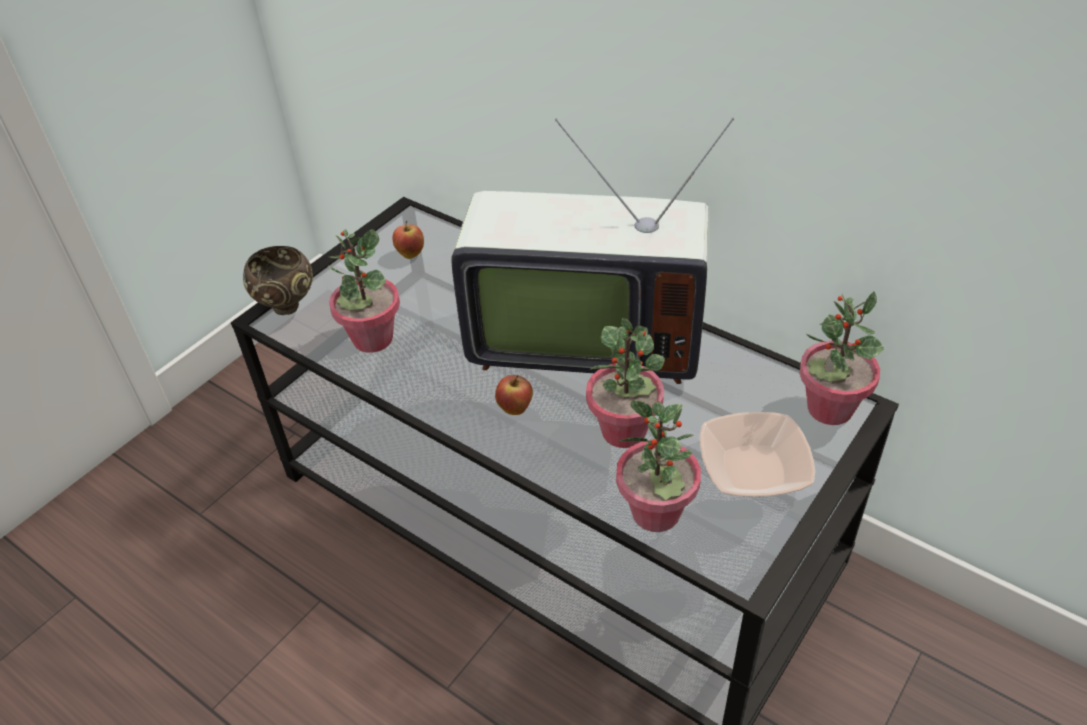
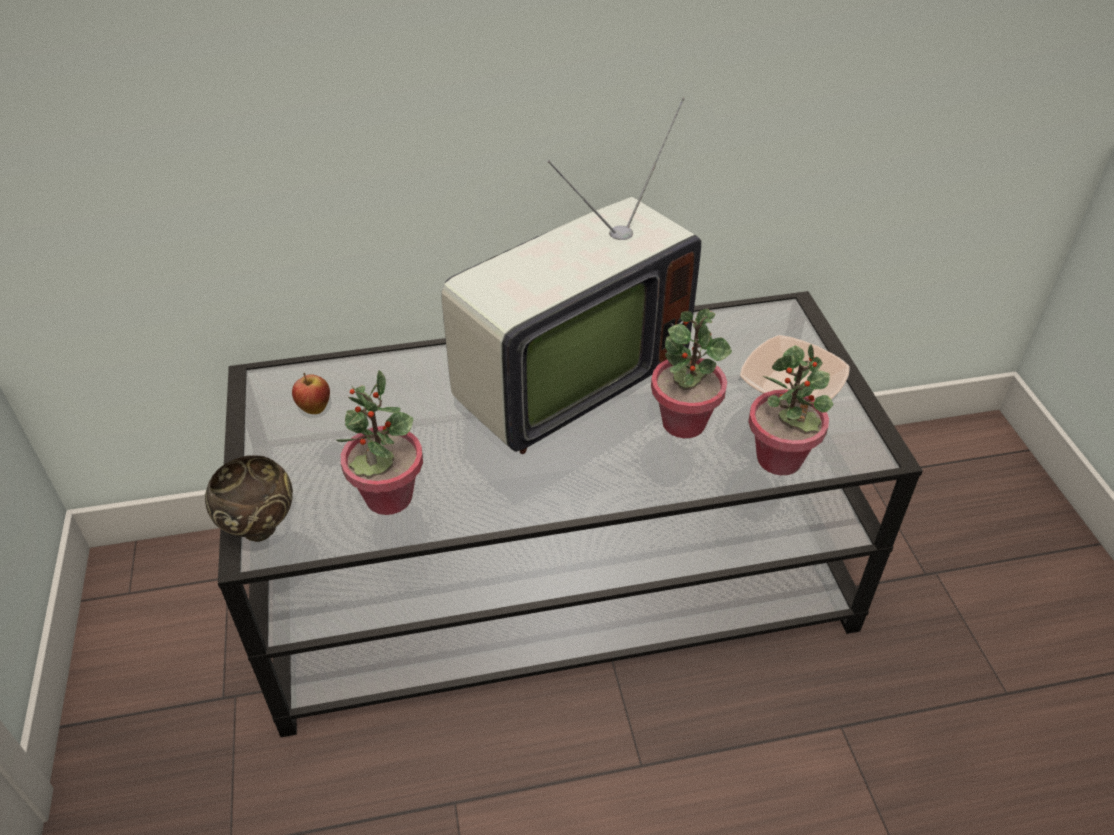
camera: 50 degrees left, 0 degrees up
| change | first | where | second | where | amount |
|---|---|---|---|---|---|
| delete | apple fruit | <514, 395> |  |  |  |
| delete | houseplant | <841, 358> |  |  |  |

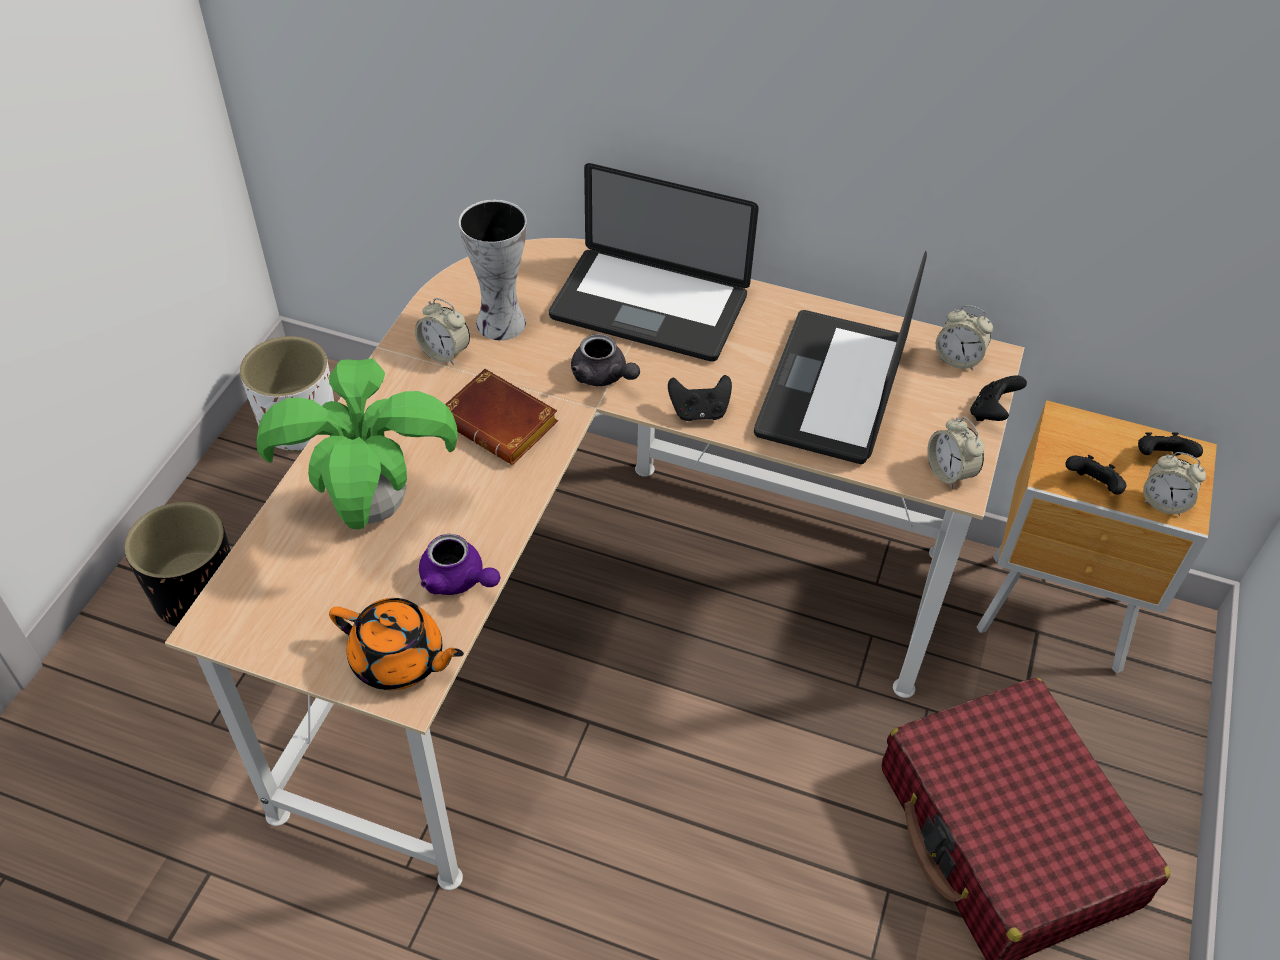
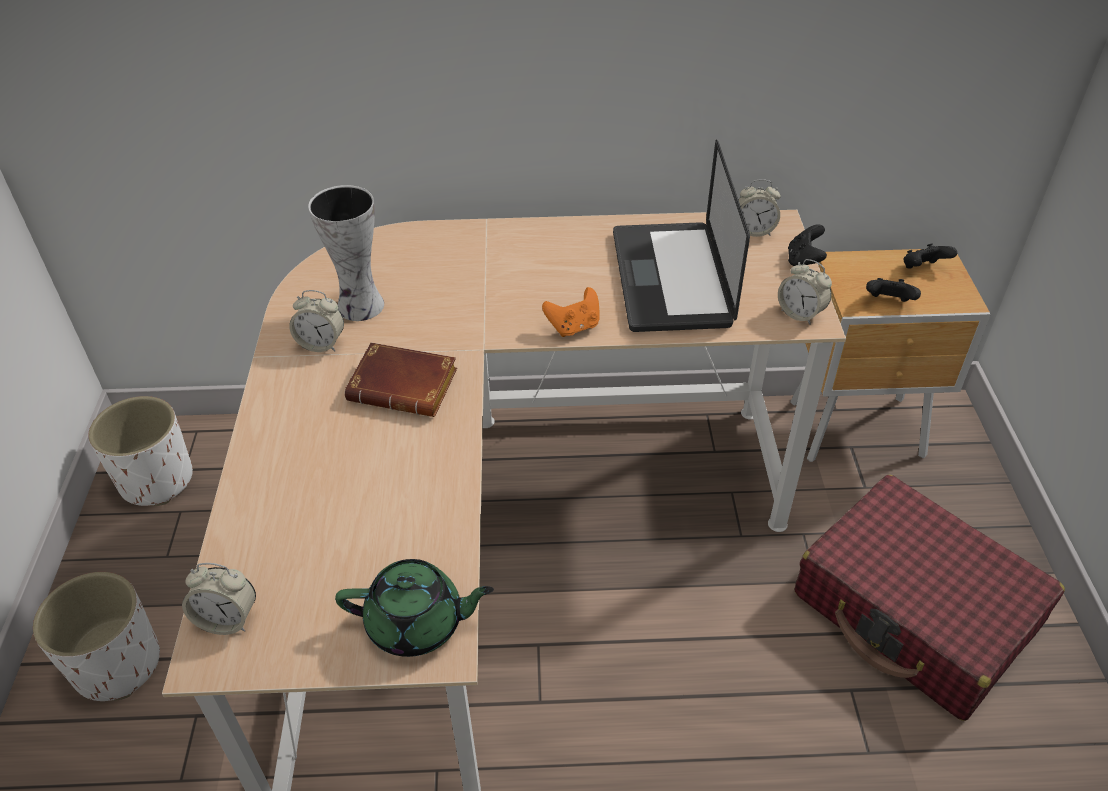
camera: 20 degrees left, 5 degrees down
| change | first | where | second | where | amount |
|---|---|---|---|---|---|
| delete | houseplant | <357, 443> |  |  |  |
| delete | purple tea pot | <459, 564> |  |  |  |
| delete | portable computer | <654, 262> |  |  |  |
| delete | greyish tea pot | <605, 360> |  |  |  |
| move | alarm clock | <1174, 484> |  | <219, 599> |  |
| recolor | black-coloured planter | <177, 564> | white planter | <96, 636> |  |
| recolor | orange-coloured tea pot | <396, 644> | greenish tea pot | <414, 608> |  |
| recolor | black-coloured game controller | <700, 398> | orange-coloured game controller | <571, 312> |  |

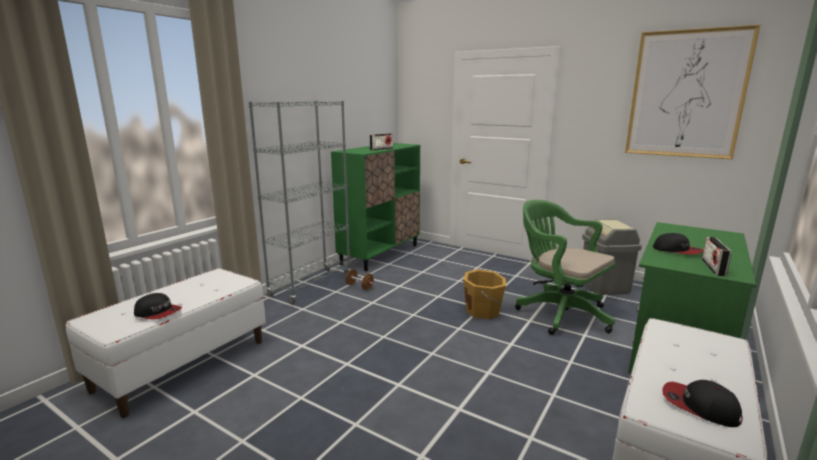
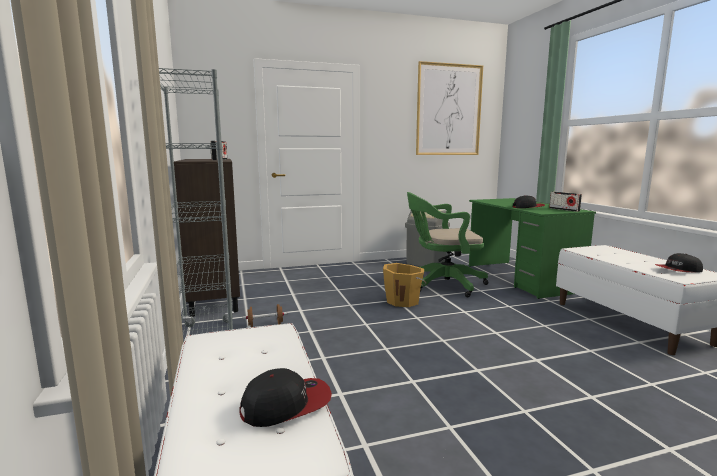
camera: 50 degrees left, 5 degrees down
| change | first | where | second | where | amount |
|---|---|---|---|---|---|
| recolor | greenish cabinet | <375, 207> | brownish cabinet | <207, 238> |  |

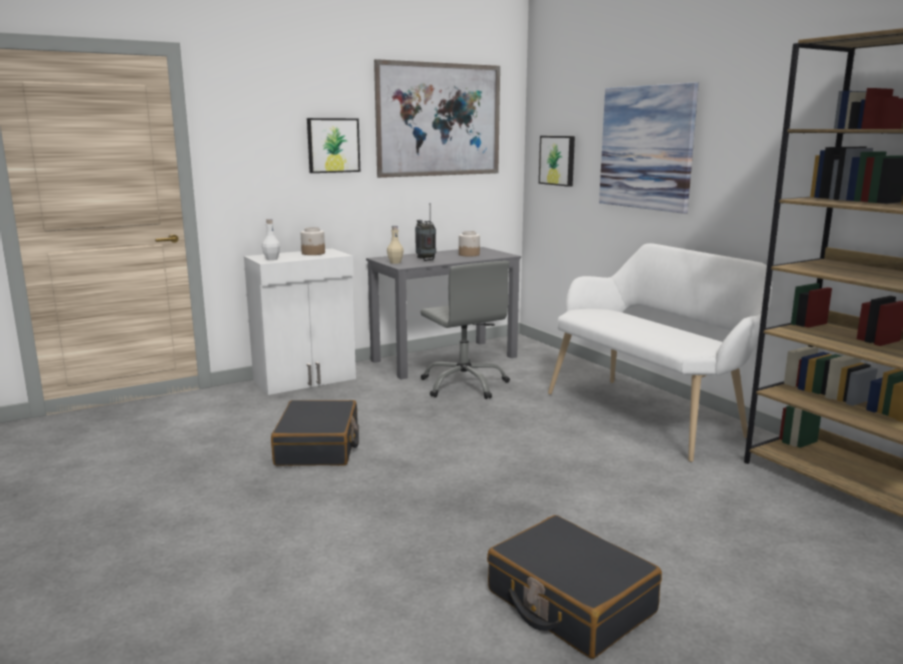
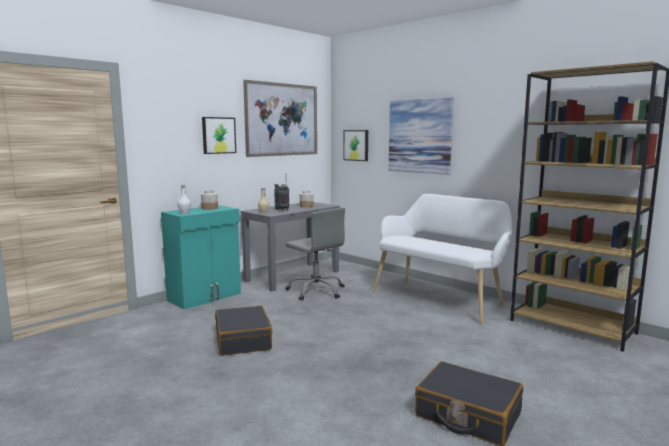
camera: 15 degrees left, 5 degrees down
| change | first | where | second | where | amount |
|---|---|---|---|---|---|
| recolor | white cabinet | <300, 322> | blue-green cabinet | <201, 257> |  |

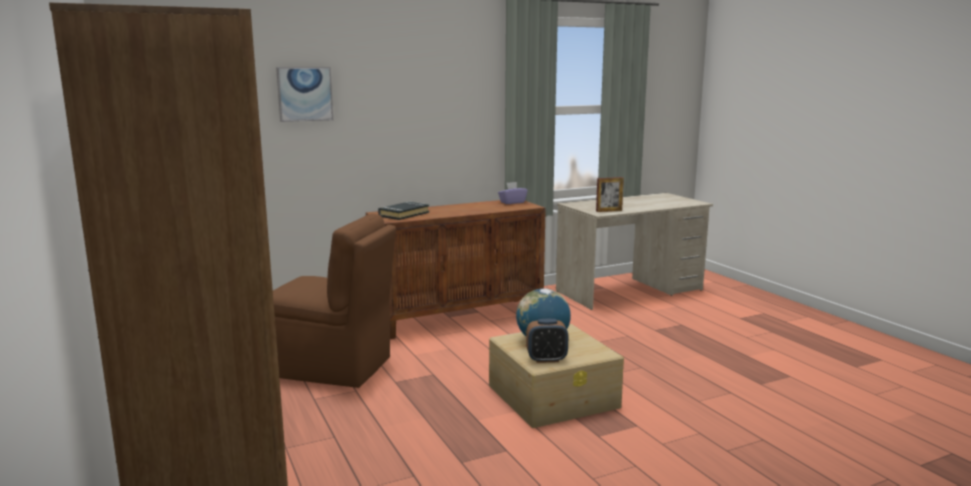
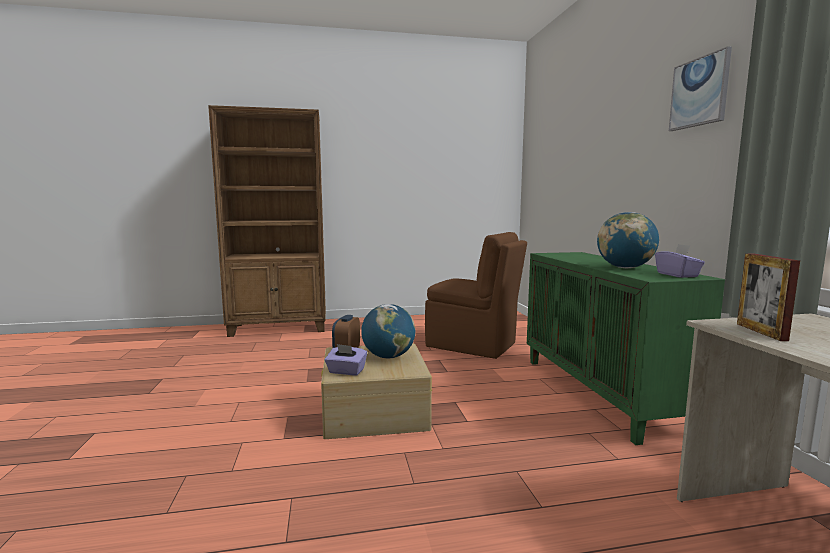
camera: 105 degrees right, 5 degrees down
| change | first | where | second | where | amount |
|---|---|---|---|---|---|
| delete | black-coloured bound book | <403, 210> |  |  |  |
| insert |  |  | purple tissue box | <346, 359> |  |
| insert |  |  | globe | <628, 240> |  |
| move | wall picture | <304, 94> |  | <700, 88> |  |
| recolor | brownish cabinet | <456, 269> | greenish cabinet | <626, 348> |  |
| rotate | brownish upright chair | <334, 301> |  | <476, 295> | 90 degrees counterclockwise |

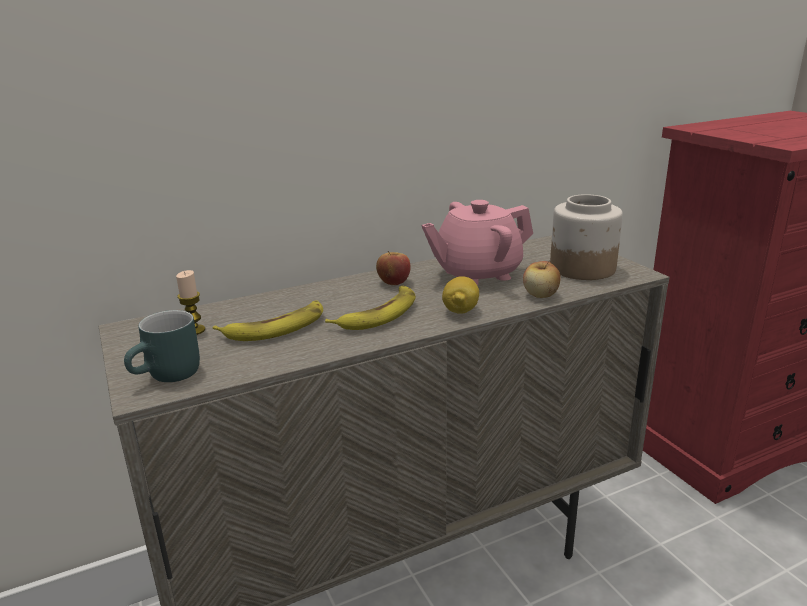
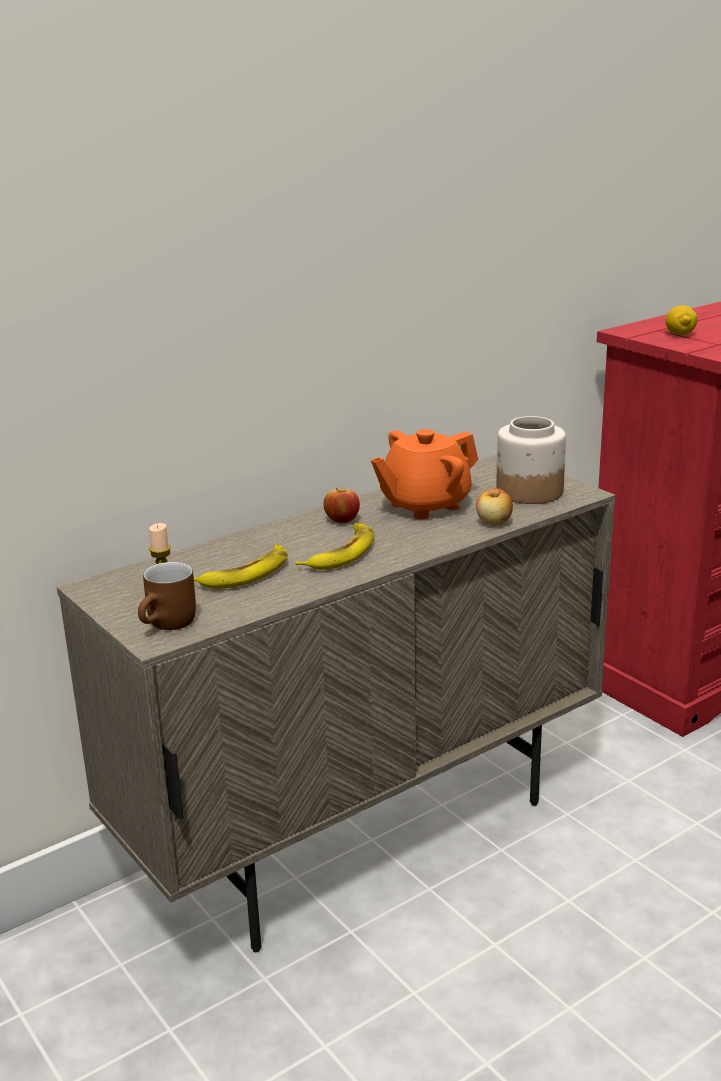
camera: 10 degrees left, 0 degrees up
| change | first | where | second | where | amount |
|---|---|---|---|---|---|
| move | citrus fruit | <460, 295> |  | <681, 320> |  |
| recolor | blue-green coffee mug | <162, 346> | brownish coffee mug | <167, 596> |  |
| recolor | pinkish tea pot | <477, 243> | orange-coloured tea pot | <424, 474> |  |

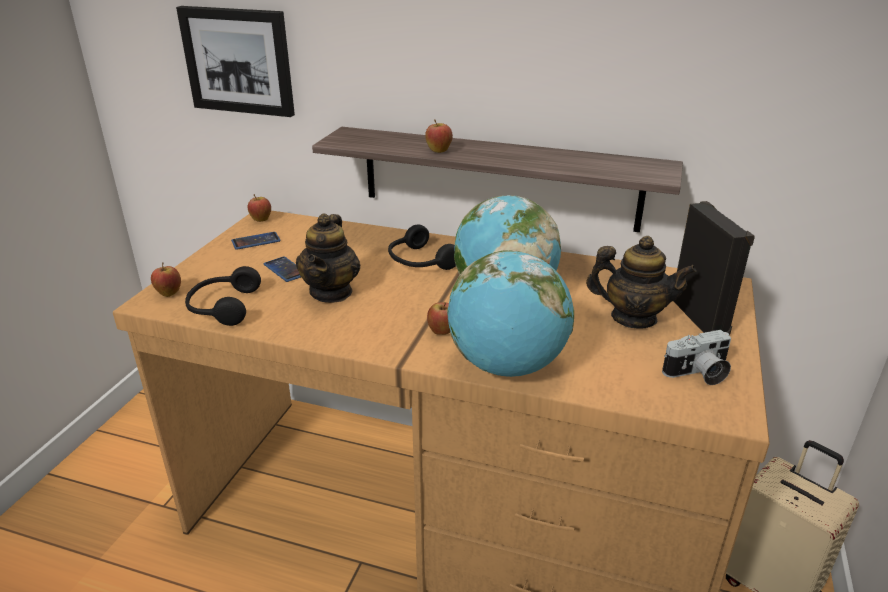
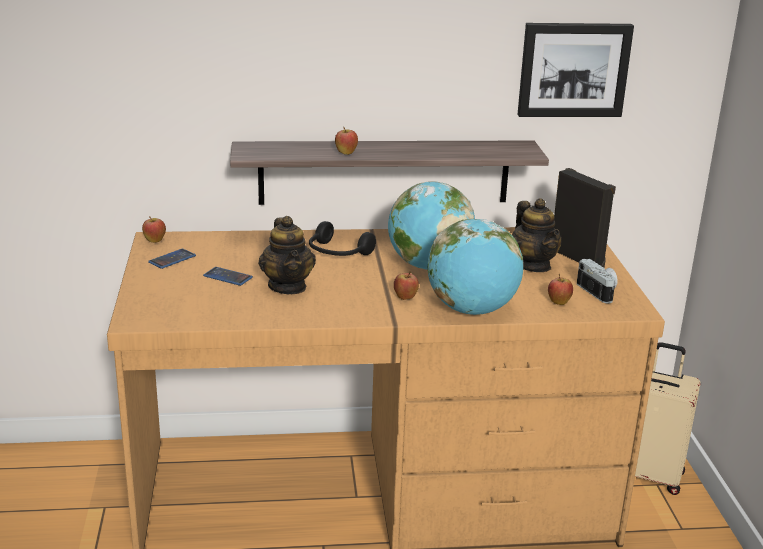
camera: 25 degrees left, 5 degrees down
| change | first | where | second | where | amount |
|---|---|---|---|---|---|
| delete | black-coloured headset | <223, 296> |  |  |  |
| move | apple fruit | <166, 279> |  | <560, 289> |  |
| move | wall picture | <235, 61> |  | <575, 70> |  |
| rotate | tea pot | <641, 282> |  | <537, 235> | 75 degrees clockwise |
| rotate | photo camera | <696, 357> |  | <597, 281> | 75 degrees counterclockwise |

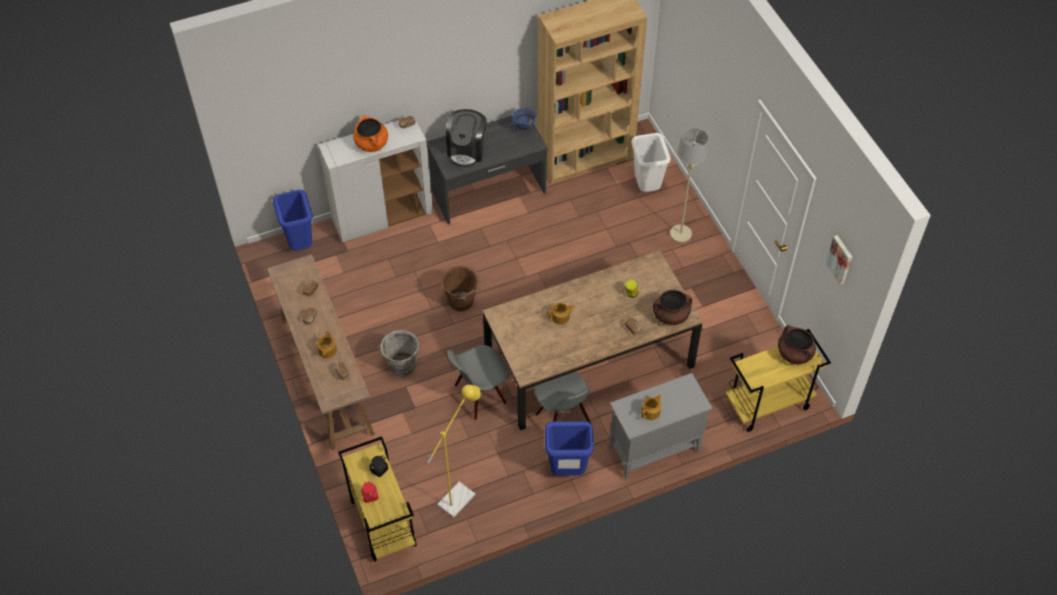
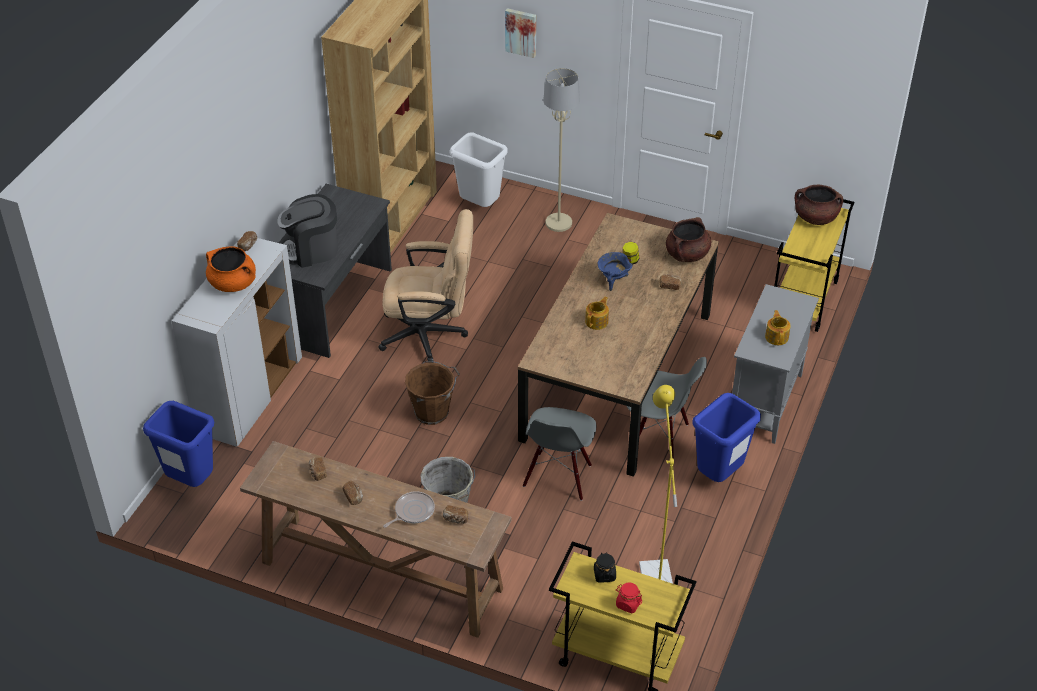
camera: 45 degrees left, 10 degrees down
| change | first | where | second | where | amount |
|---|---|---|---|---|---|
| insert |  |  | beige computer chair | <425, 286> |  |
| move | bluish cooking pot | <524, 120> |  | <615, 271> |  |
| move | wall picture | <838, 260> |  | <520, 33> |  |
| replace | tea pot | <327, 344> | frying pan | <409, 509> |  |
| rotate | coffee machine | <466, 138> |  | <307, 231> | 105 degrees clockwise |

